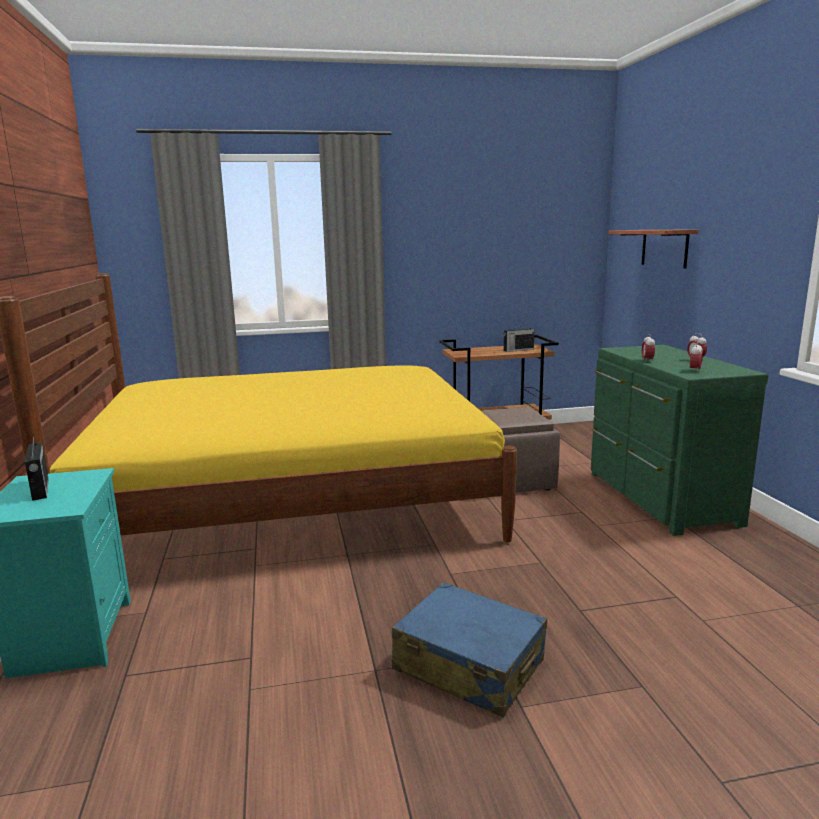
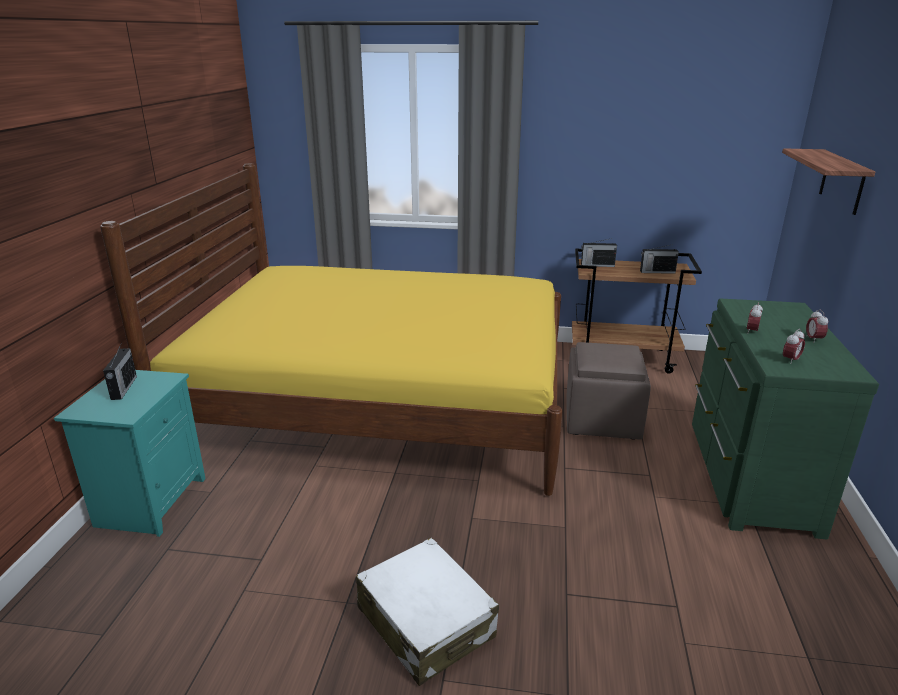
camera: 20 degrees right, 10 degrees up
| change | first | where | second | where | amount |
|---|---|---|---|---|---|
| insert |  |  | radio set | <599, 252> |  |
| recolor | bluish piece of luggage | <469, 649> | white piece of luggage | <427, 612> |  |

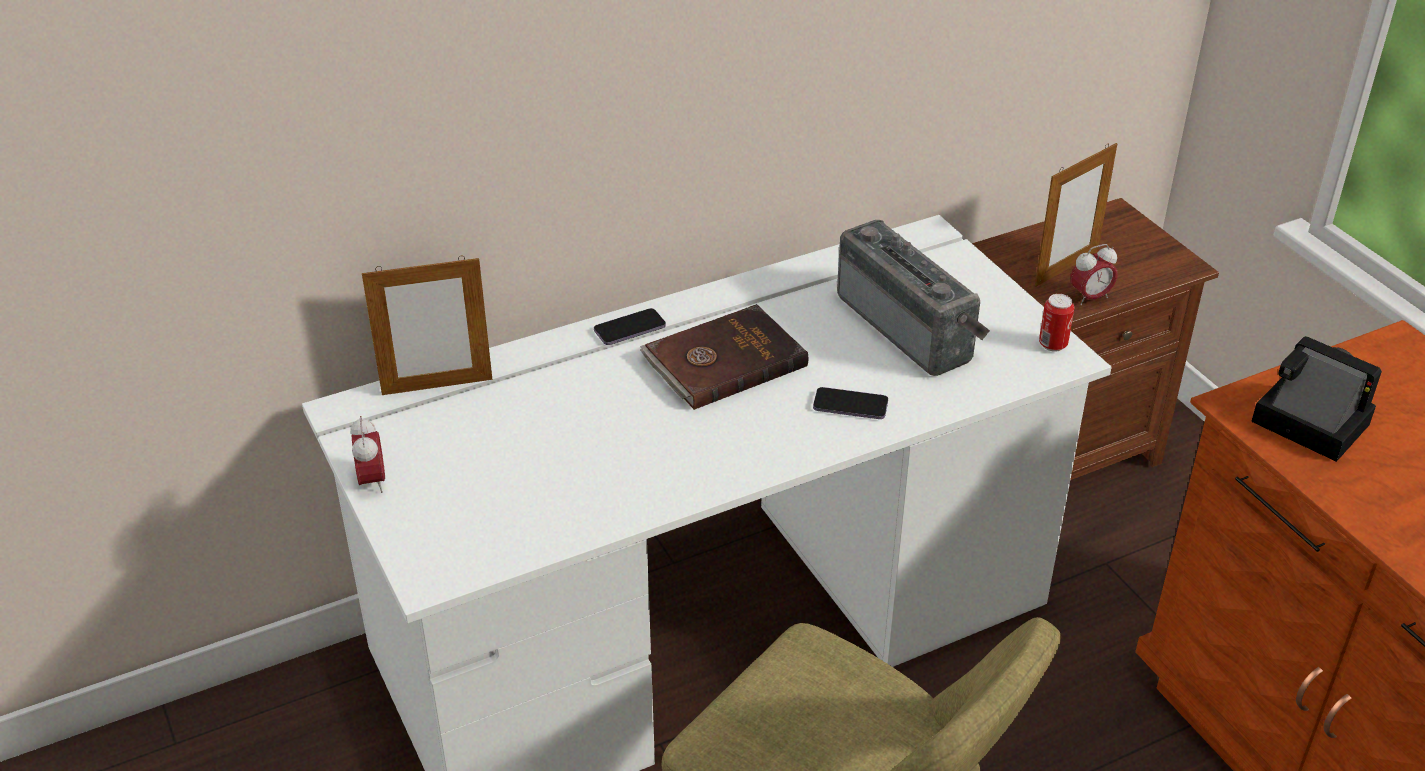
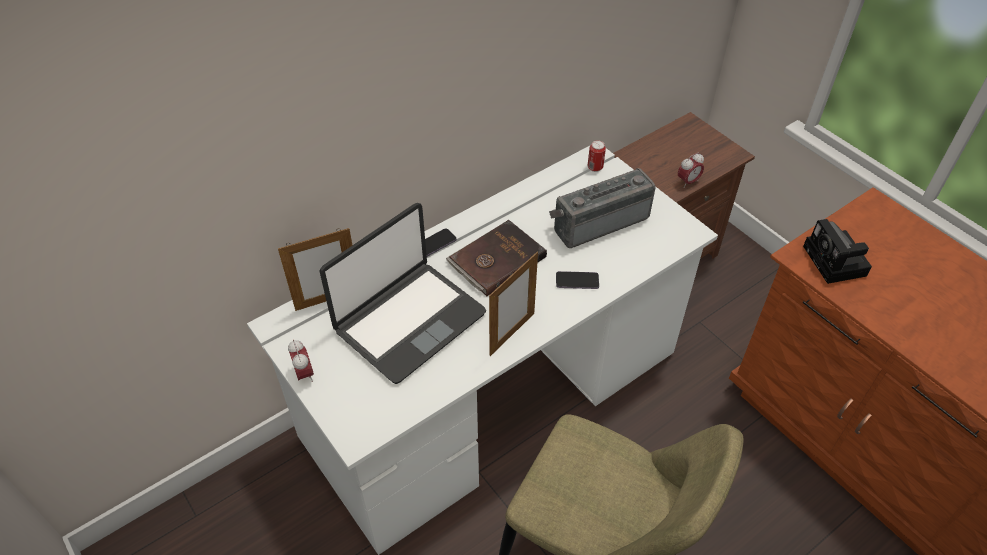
camera: 10 degrees left, 10 degrees up
| change | first | where | second | where | amount |
|---|---|---|---|---|---|
| insert |  |  | portable computer | <402, 293> |  |
| move | photo frame | <1076, 215> |  | <513, 304> |  |
| move | metal can | <1056, 323> |  | <597, 156> |  |
| rotate | radio set | <913, 298> |  | <602, 208> | 75 degrees counterclockwise |
| rotate | photo camera | <1316, 399> |  | <837, 251> | 135 degrees counterclockwise |

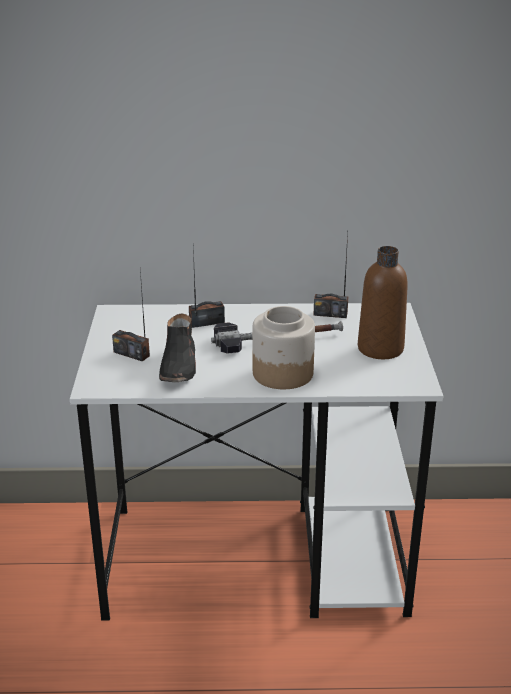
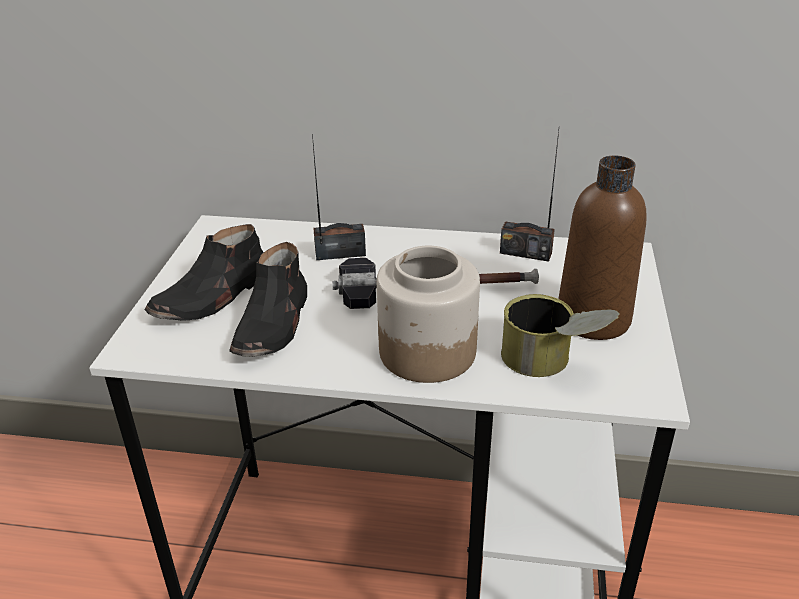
camera: 10 degrees right, 5 degrees up
| change | first | where | second | where | amount |
|---|---|---|---|---|---|
| insert |  |  | metal can | <560, 335> |  |
| replace | radio set | <131, 316> | black-coloured shoe | <204, 272> |  |

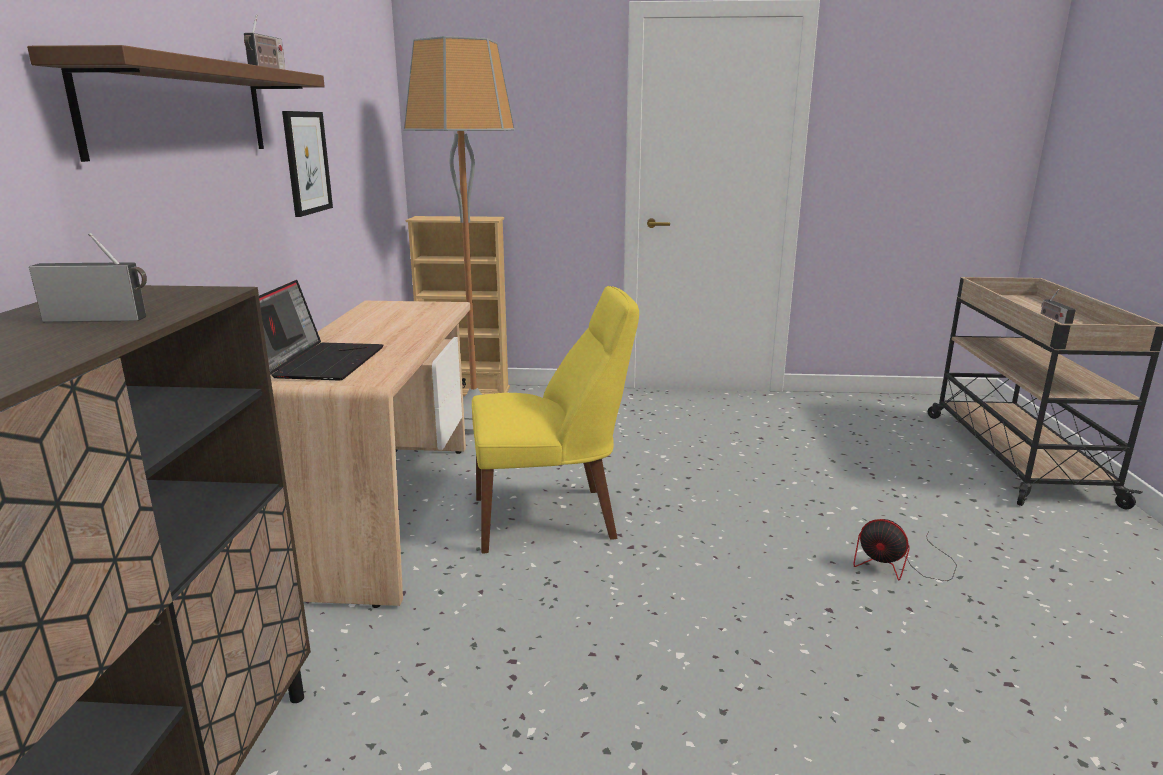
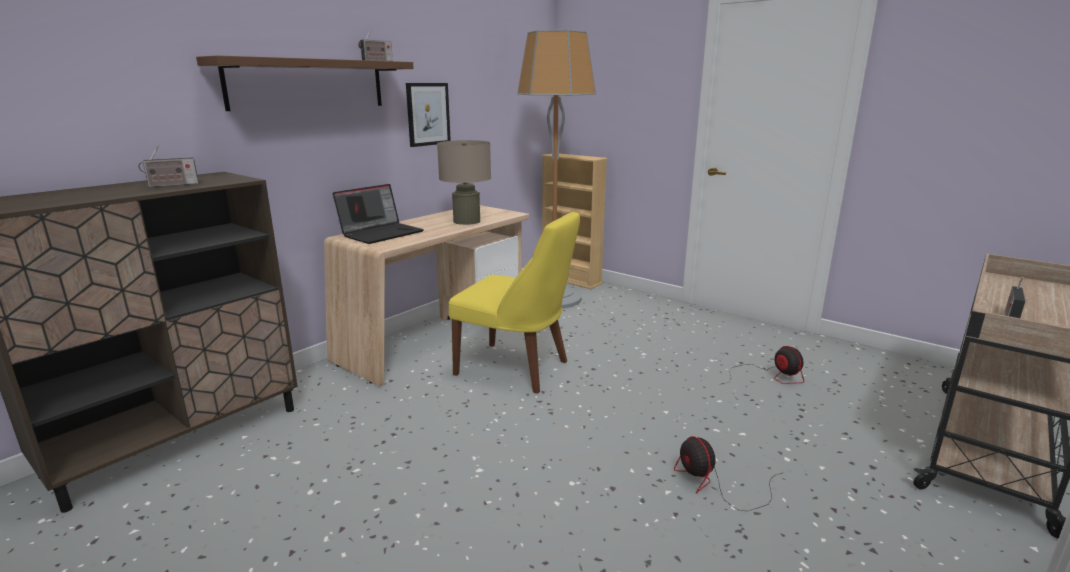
camera: 35 degrees right, 0 degrees up
| change | first | where | second | where | amount |
|---|---|---|---|---|---|
| insert |  |  | beige lamp for a table | <464, 182> |  |
| insert |  |  | fan | <762, 365> |  |
| rotate | radio set | <88, 277> |  | <168, 166> | 120 degrees clockwise |

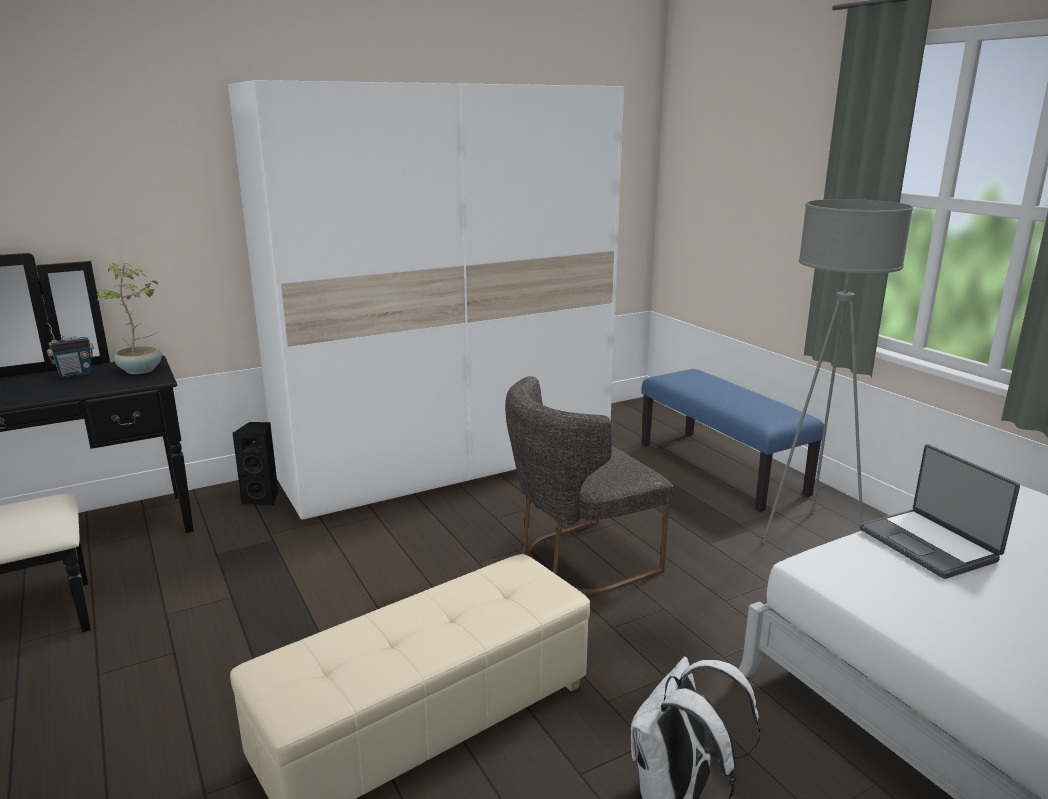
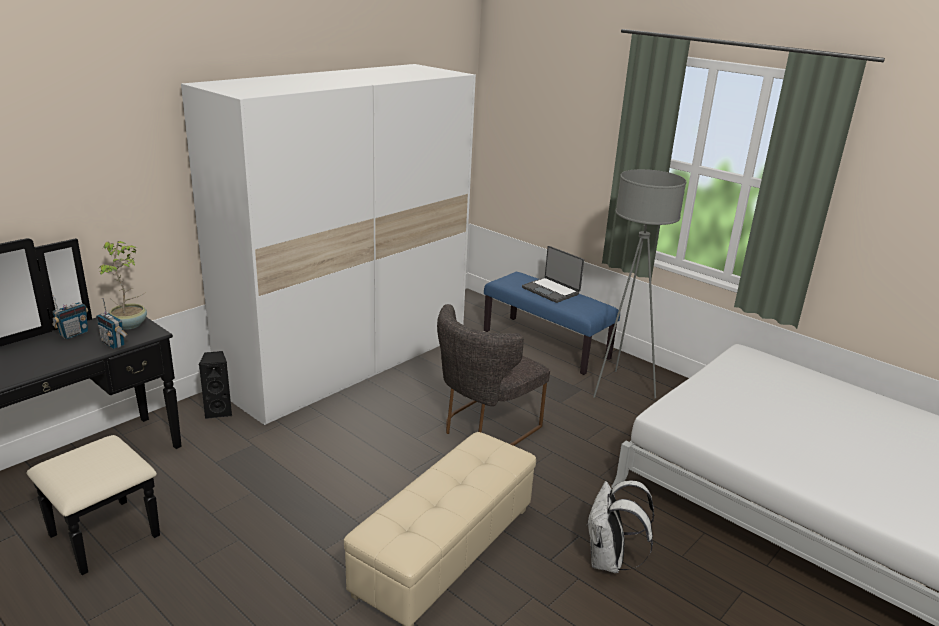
camera: 20 degrees left, 5 degrees up
| change | first | where | second | where | amount |
|---|---|---|---|---|---|
| insert |  |  | radio set | <112, 323> |  |
| move | portable computer | <939, 511> |  | <553, 274> |  |

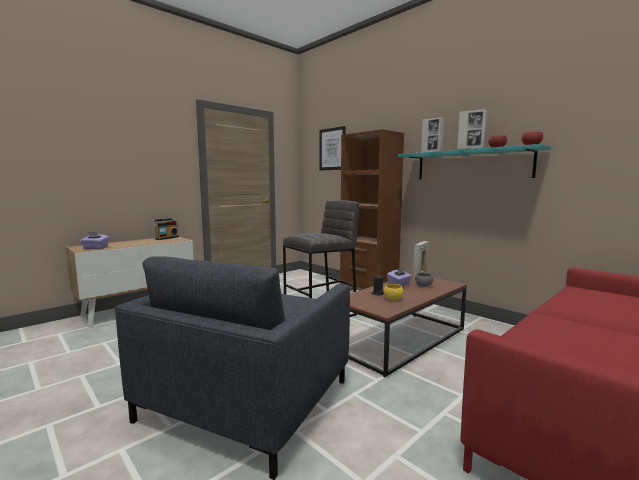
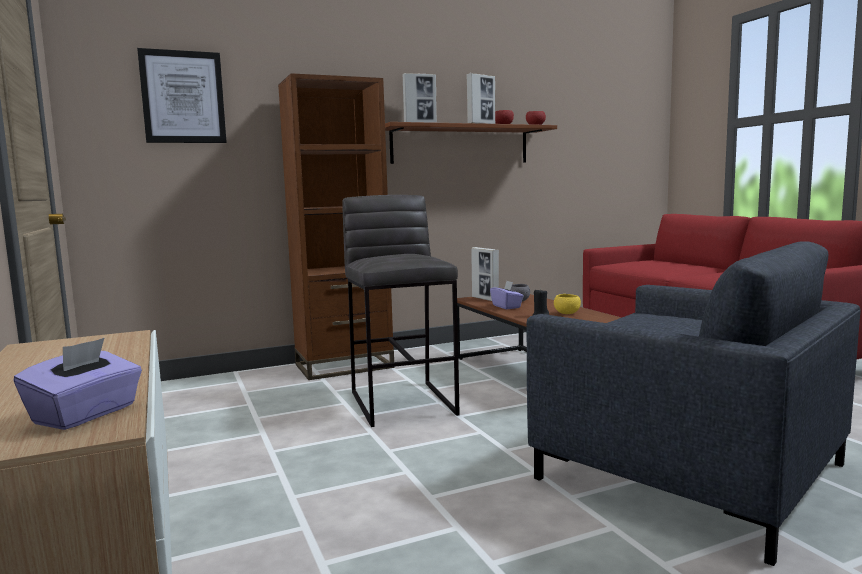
camera: 70 degrees left, 0 degrees up
| change | first | where | second | where | amount |
|---|---|---|---|---|---|
| delete | radio set | <165, 229> |  |  |  |
| recolor | blue-green wall shelf | <474, 161> | brownish wall shelf | <471, 143> |  |

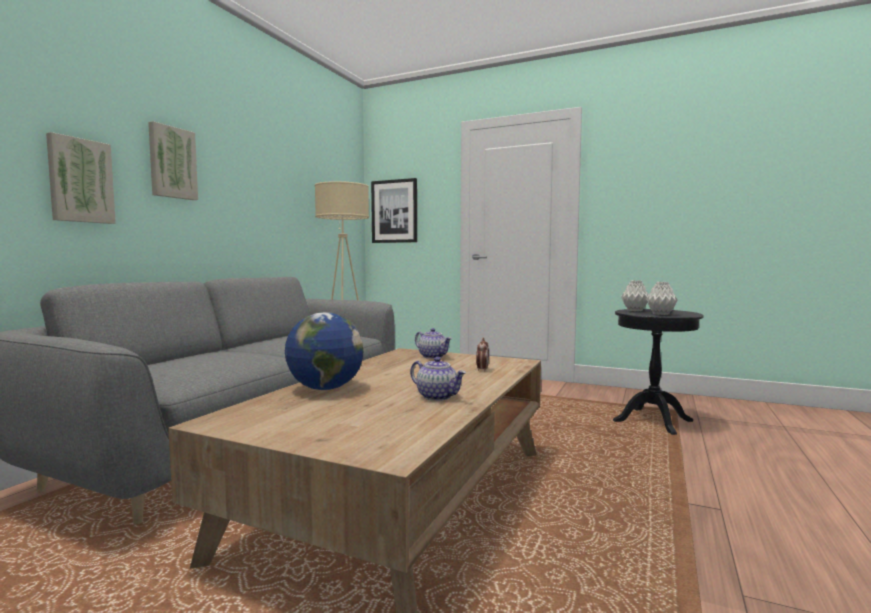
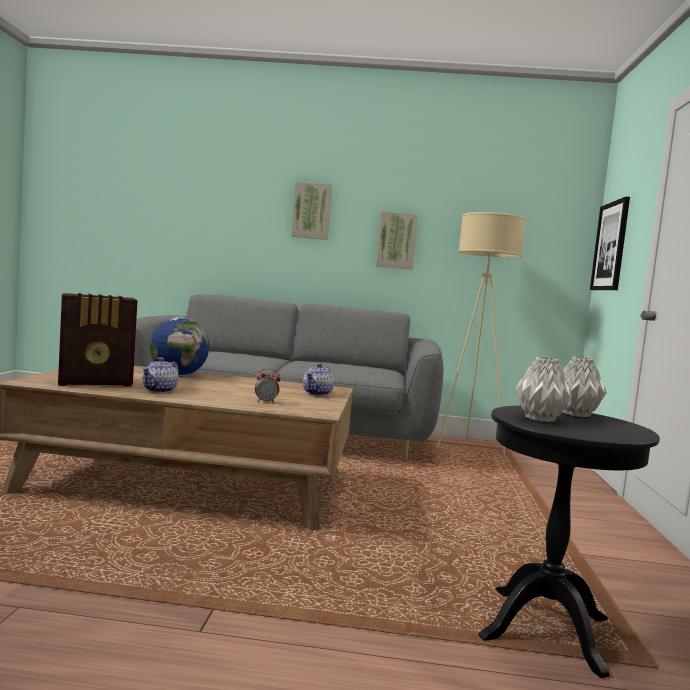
camera: 70 degrees right, 0 degrees up
| change | first | where | second | where | amount |
|---|---|---|---|---|---|
| insert |  |  | radio set | <98, 340> |  |
| move | wall picture | <81, 178> |  | <397, 240> |  |

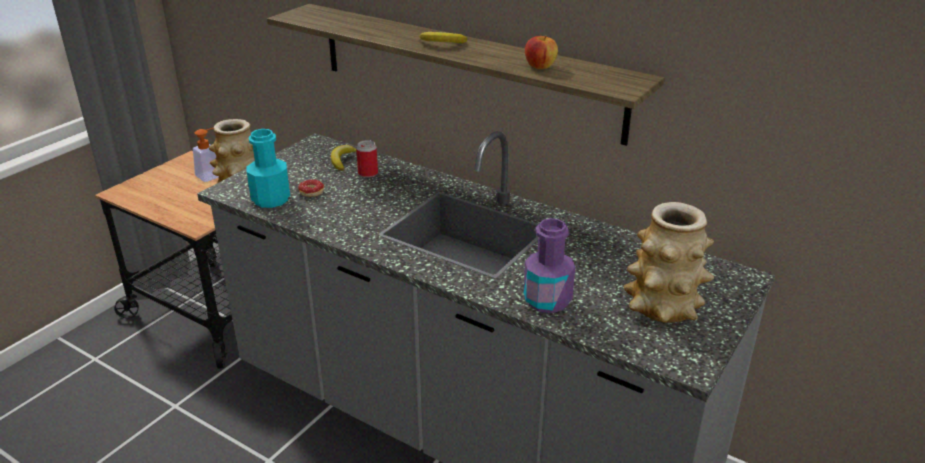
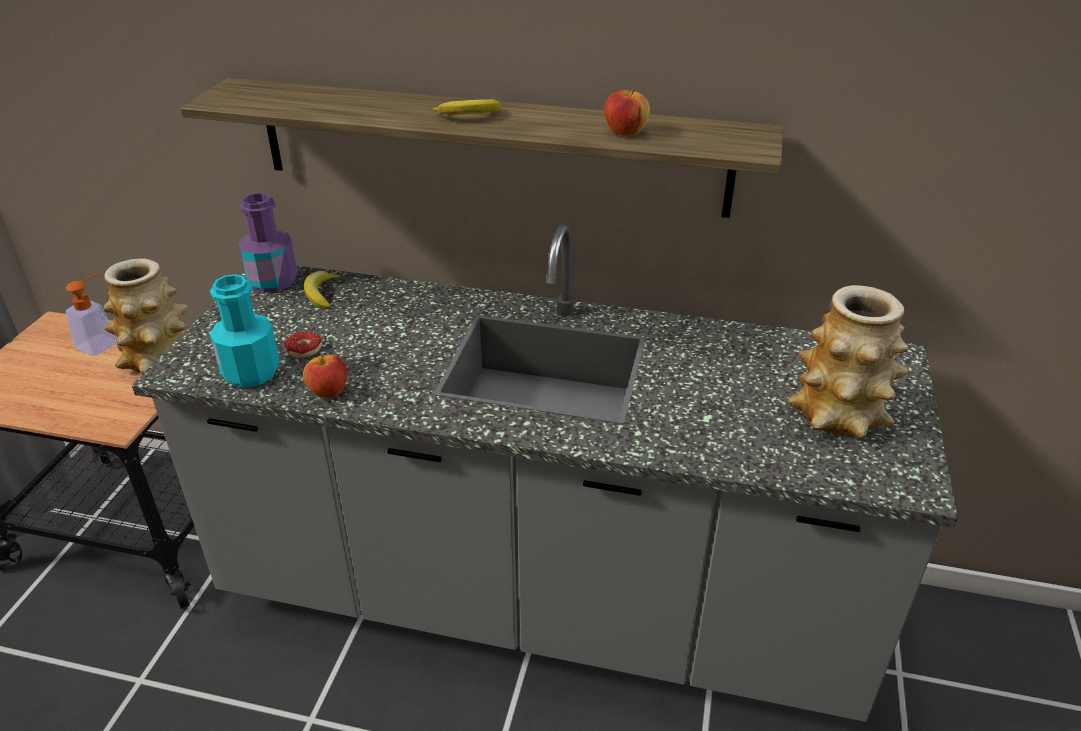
camera: 20 degrees left, 5 degrees up
| change | first | where | second | where | amount |
|---|---|---|---|---|---|
| delete | metal can | <367, 158> |  |  |  |
| insert |  |  | apple fruit | <325, 376> |  |
| move | purple drink bottle | <549, 265> |  | <268, 242> |  |

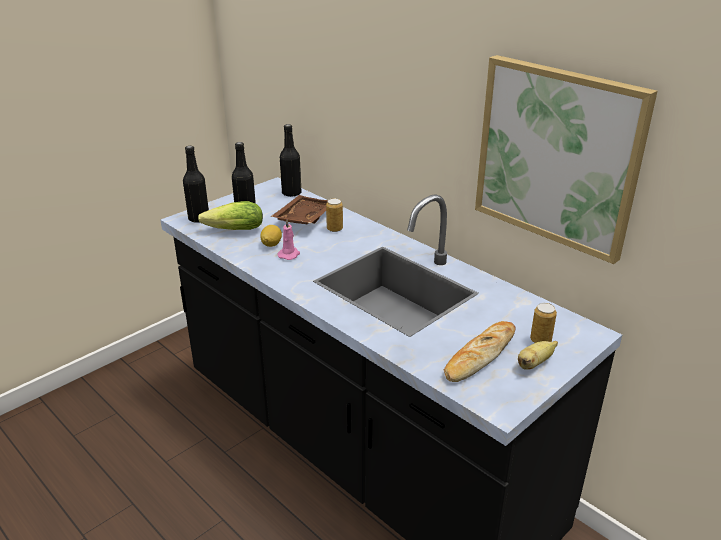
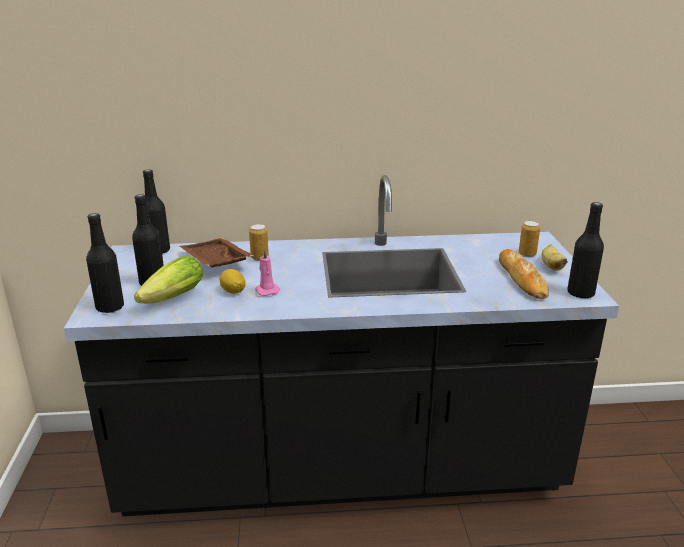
camera: 50 degrees left, 5 degrees down
| change | first | where | second | where | amount |
|---|---|---|---|---|---|
| delete | wall picture | <566, 159> |  |  |  |
| insert |  |  | black-coloured drink bottle | <585, 250> |  |

